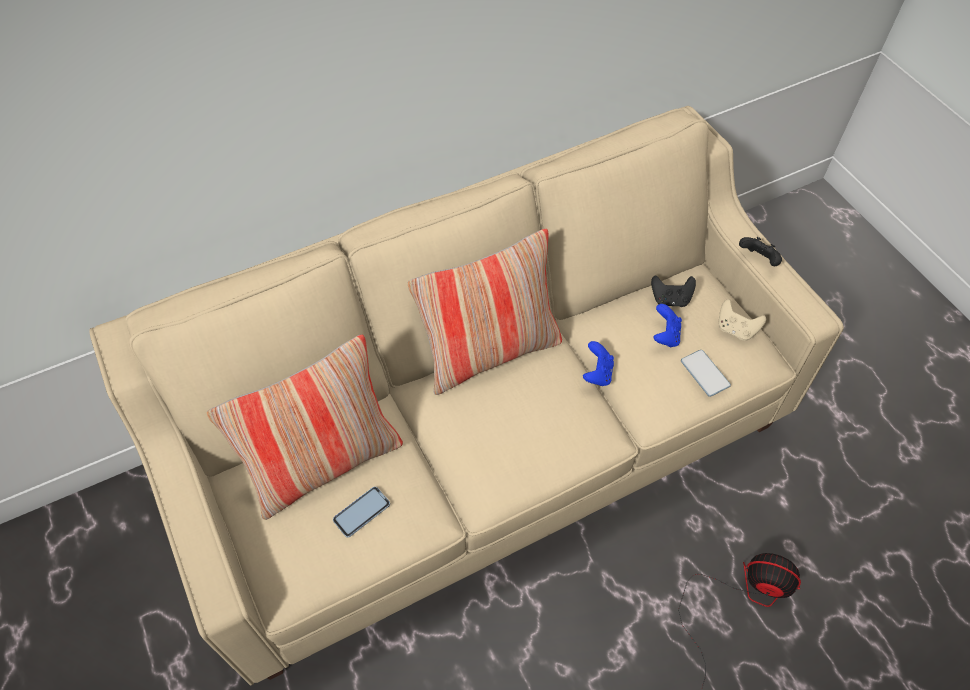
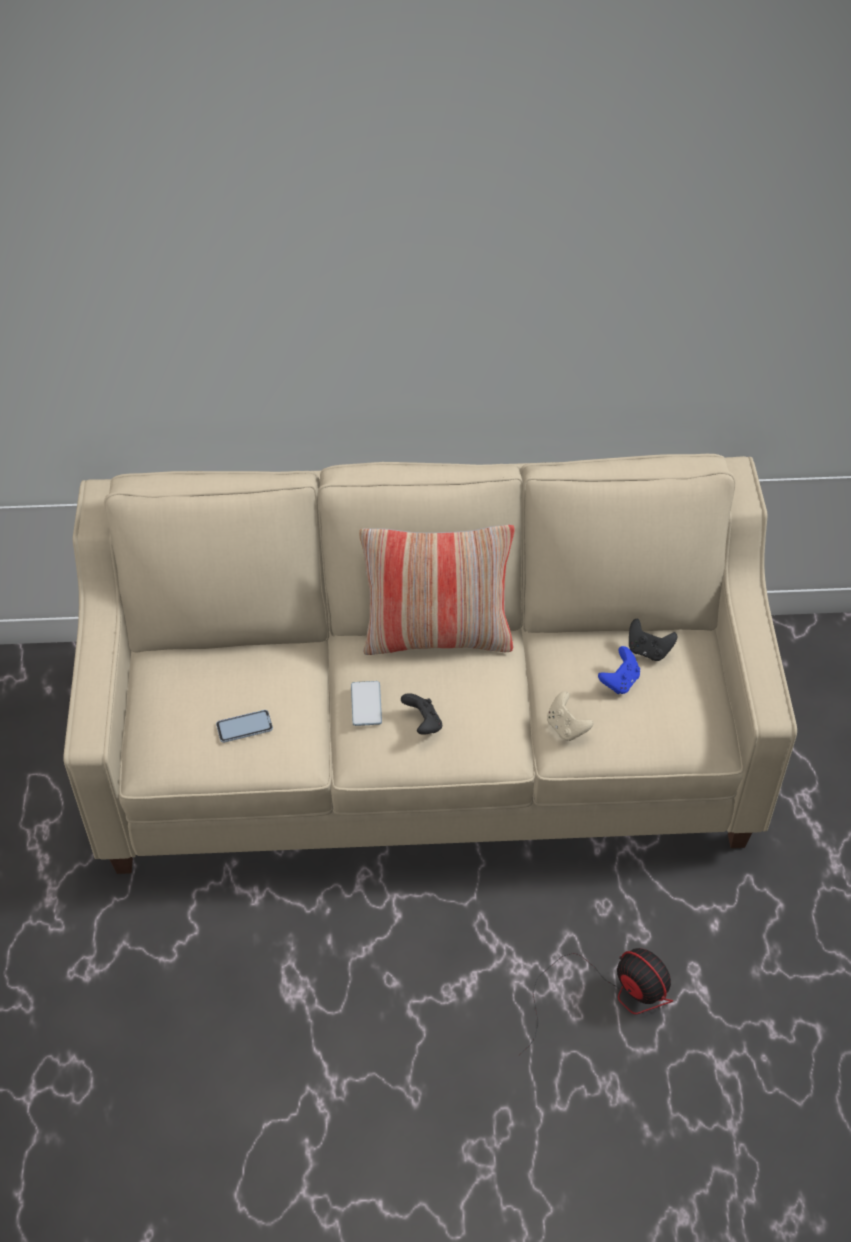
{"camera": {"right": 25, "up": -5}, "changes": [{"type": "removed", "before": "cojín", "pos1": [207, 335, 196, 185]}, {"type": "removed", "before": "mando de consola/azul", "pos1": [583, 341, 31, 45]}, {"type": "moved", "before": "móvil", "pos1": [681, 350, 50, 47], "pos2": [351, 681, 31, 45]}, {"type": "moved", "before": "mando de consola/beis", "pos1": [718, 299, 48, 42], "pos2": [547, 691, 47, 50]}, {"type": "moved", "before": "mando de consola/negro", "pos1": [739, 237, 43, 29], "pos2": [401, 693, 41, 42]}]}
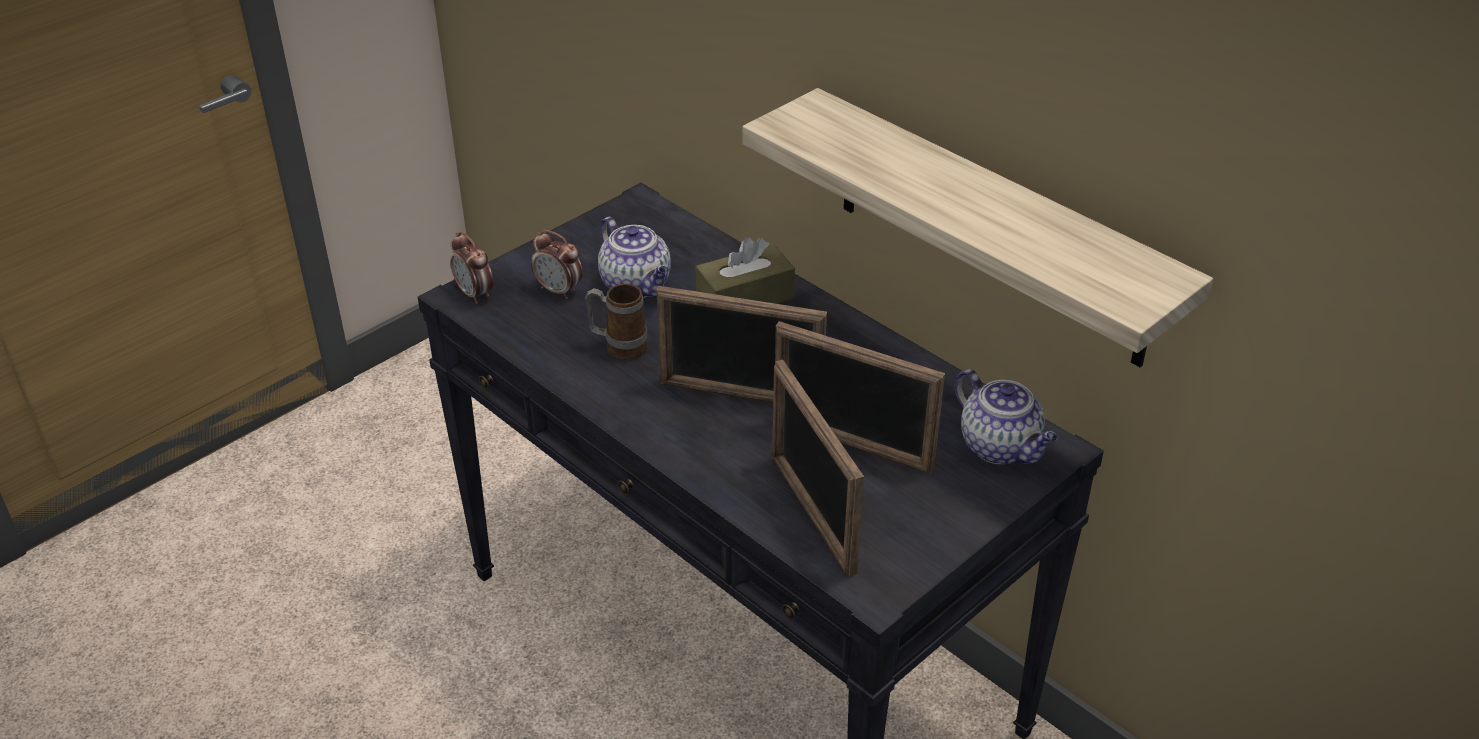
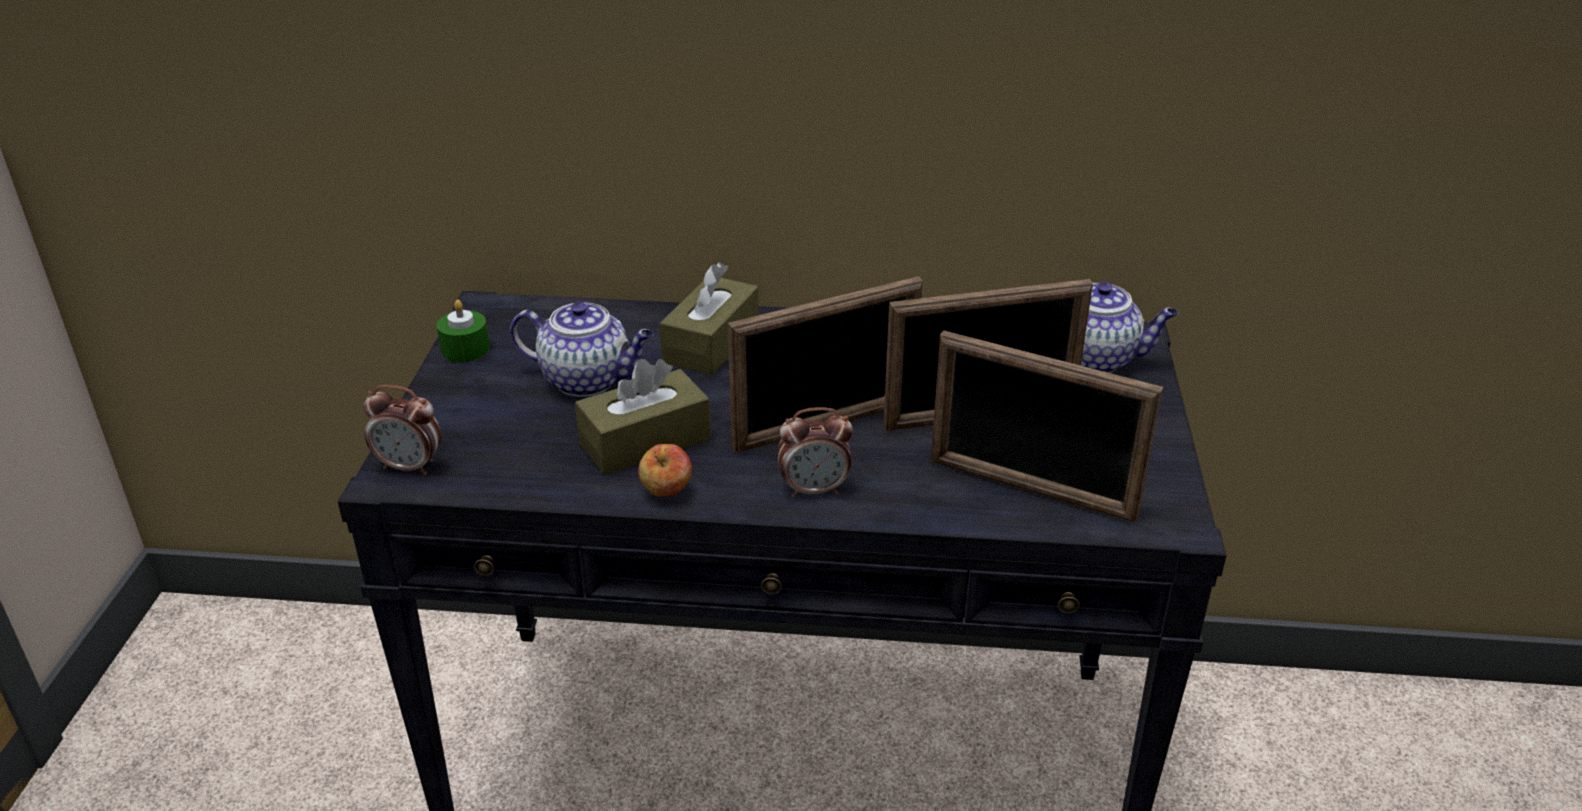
{"camera": {"right": -40, "up": -5}, "changes": [{"type": "removed", "before": "estante", "pos1": [742, 88, 471, 279]}, {"type": "added", "after": "vela/verde", "pos2": [437, 300, 53, 63]}, {"type": "added", "after": "manzana", "pos2": [639, 444, 53, 52]}, {"type": "moved", "before": "despertador", "pos1": [531, 230, 52, 69], "pos2": [778, 407, 75, 91]}, {"type": "replaced", "before": "taza grande", "after": "caja de pañuelos/marrón", "pos1": [585, 284, 62, 75], "pos2": [575, 359, 136, 116]}]}
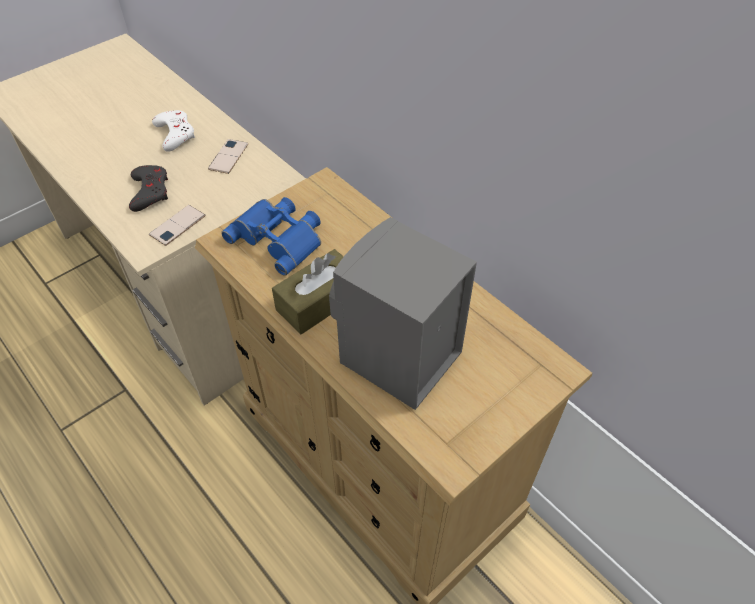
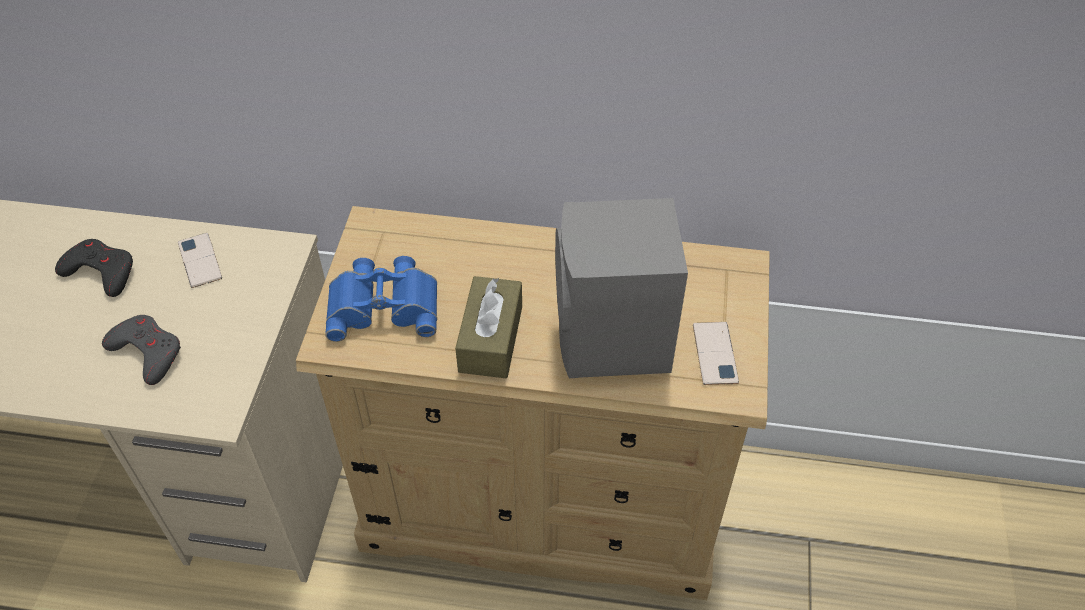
{"camera": {"right": -40, "up": 0}, "changes": [{"type": "moved", "before": "móvil", "pos1": [149, 205, 57, 41], "pos2": [693, 322, 46, 63]}, {"type": "recoloured", "before": "mando de consola/blanco", "after": "mando de consola/negro", "pos1": [152, 110, 43, 42], "pos2": [55, 239, 78, 58]}]}
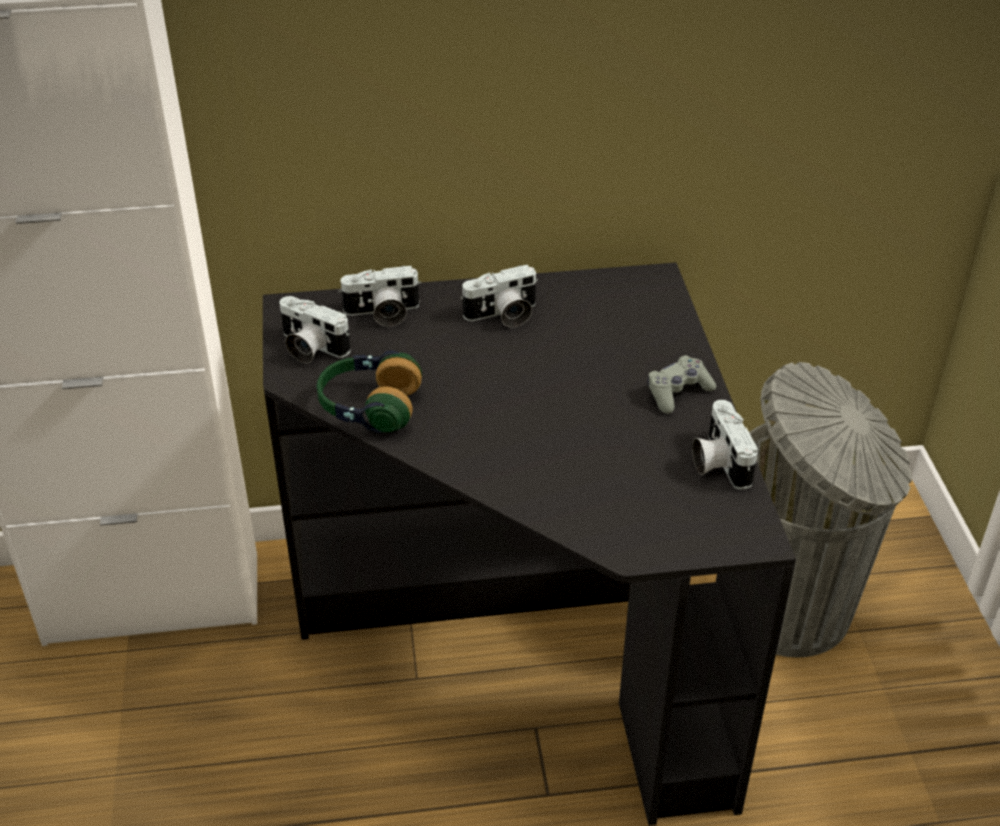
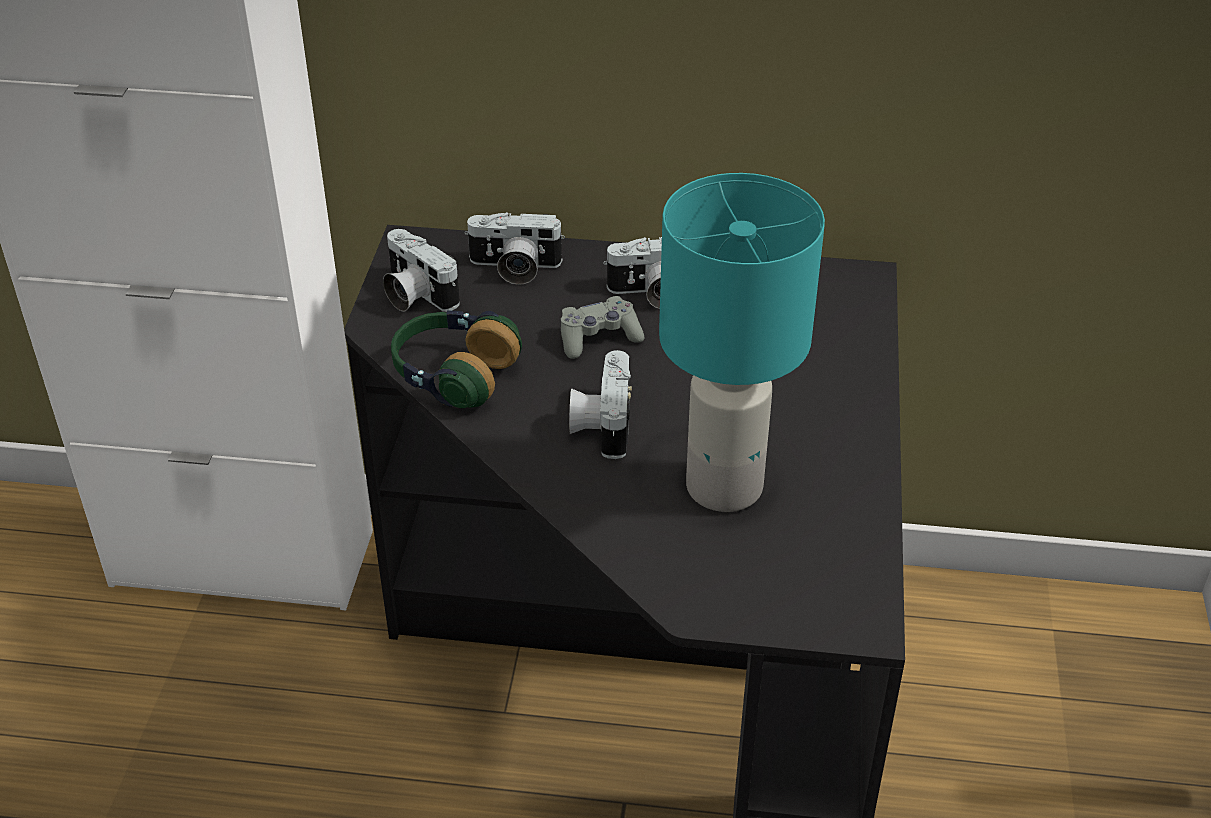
{"camera": {"right": 15, "up": 0}, "changes": [{"type": "removed", "before": "papelera/gris", "pos1": [749, 362, 163, 296]}, {"type": "added", "after": "lámpara de mesa/turquesa", "pos2": [659, 173, 166, 339]}, {"type": "moved", "before": "mando de consola/gris", "pos1": [647, 355, 69, 59], "pos2": [561, 296, 83, 63]}, {"type": "moved", "before": "cámara", "pos1": [692, 400, 67, 89], "pos2": [569, 350, 63, 109]}]}
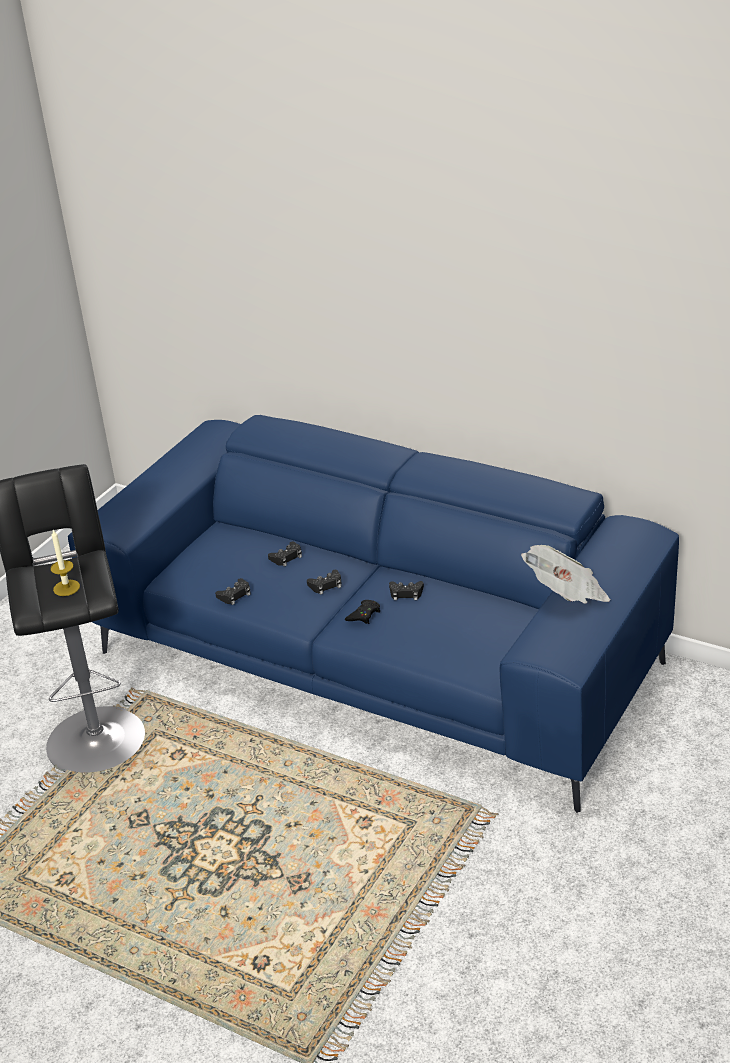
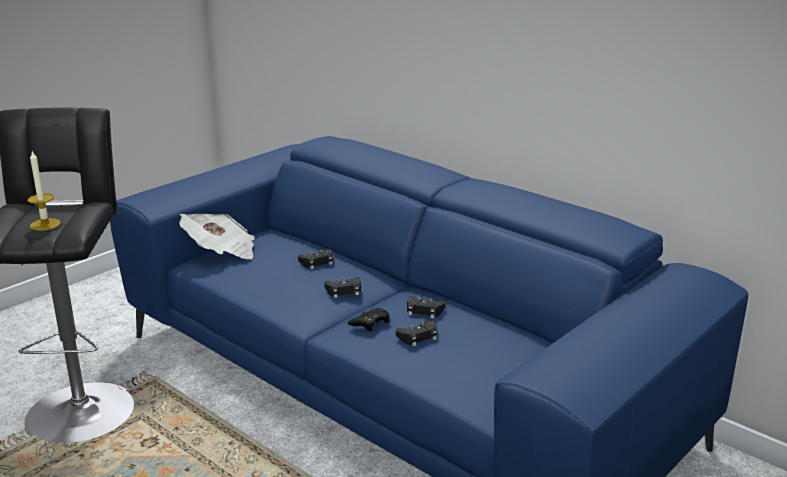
{"camera": {"right": 10, "up": -10}, "changes": [{"type": "moved", "before": "mando de consola/negro", "pos1": [215, 578, 36, 27], "pos2": [396, 320, 41, 27]}, {"type": "moved", "before": "periódico", "pos1": [521, 545, 90, 59], "pos2": [179, 214, 76, 45]}]}
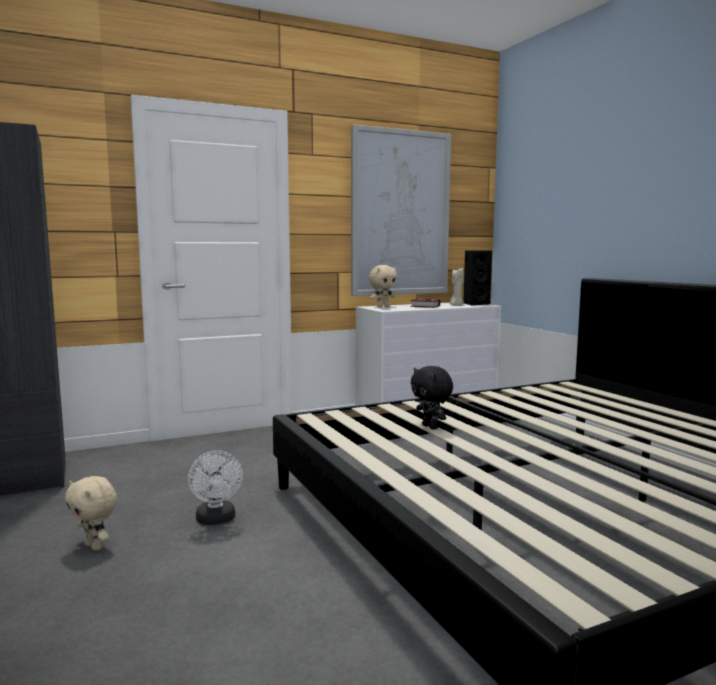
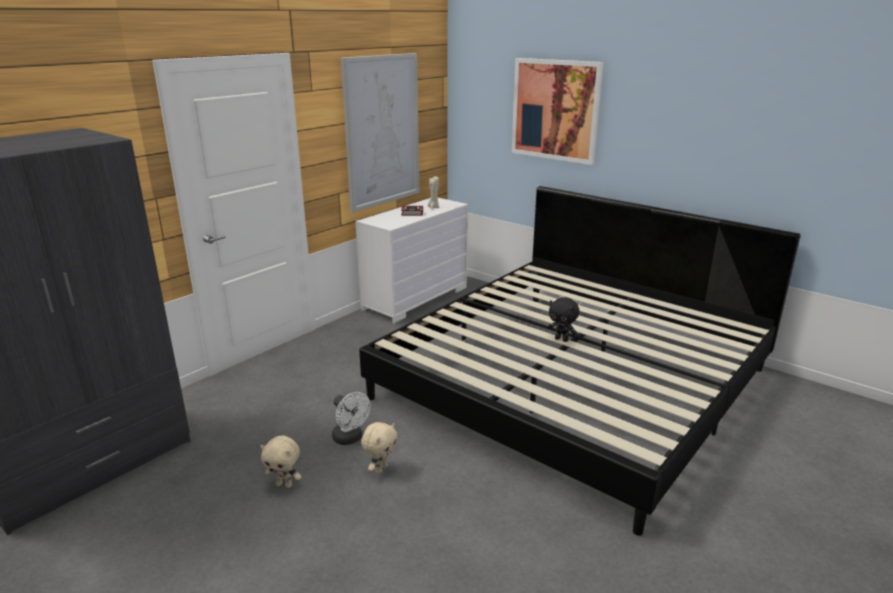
{"camera": {"right": -25, "up": 15}, "changes": [{"type": "removed", "before": "altavoz/negro", "pos1": [464, 251, 28, 54]}, {"type": "added", "after": "cuadro", "pos2": [512, 58, 91, 107]}, {"type": "moved", "before": "peluche/beis", "pos1": [369, 265, 28, 42], "pos2": [361, 422, 37, 52]}, {"type": "moved", "before": "peluche/negro", "pos1": [411, 366, 42, 64], "pos2": [548, 297, 32, 45]}]}
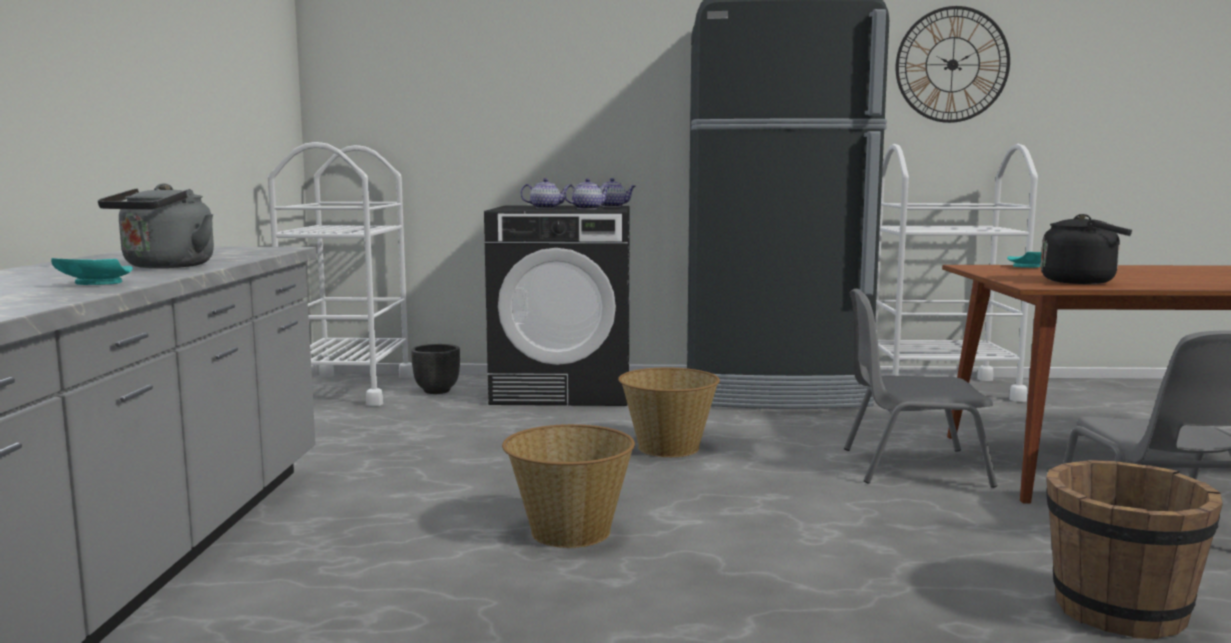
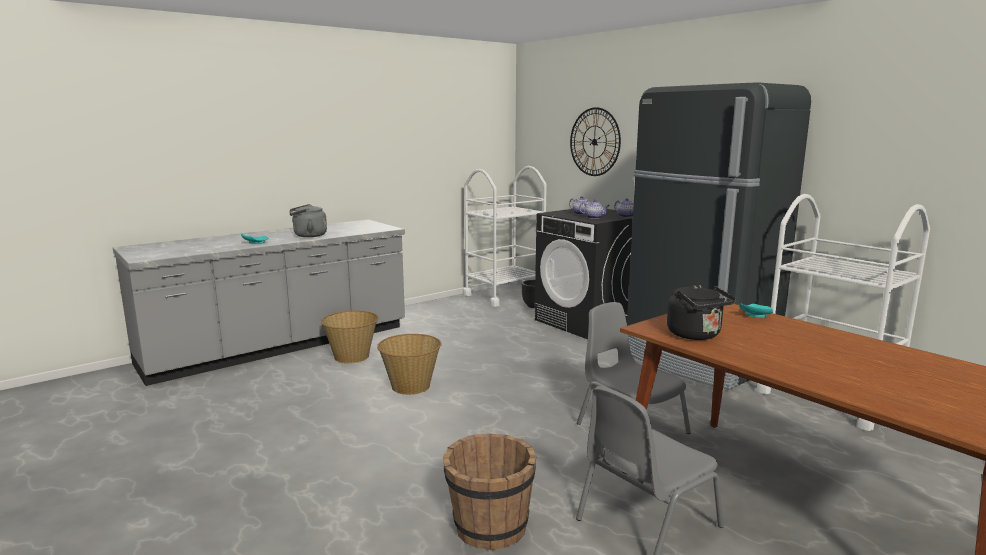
{"camera": {"right": 50, "up": 5}, "changes": [{"type": "moved", "before": "cesta", "pos1": [618, 368, 102, 89], "pos2": [321, 310, 58, 53]}, {"type": "moved", "before": "reloj de pared", "pos1": [896, 6, 114, 117], "pos2": [570, 107, 51, 69]}]}
